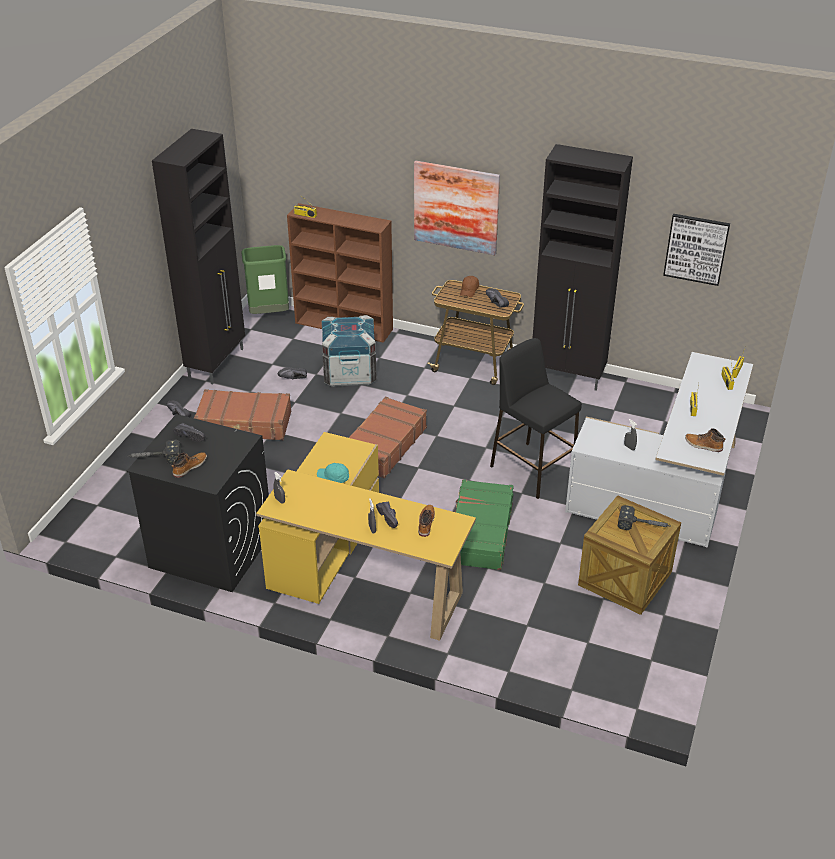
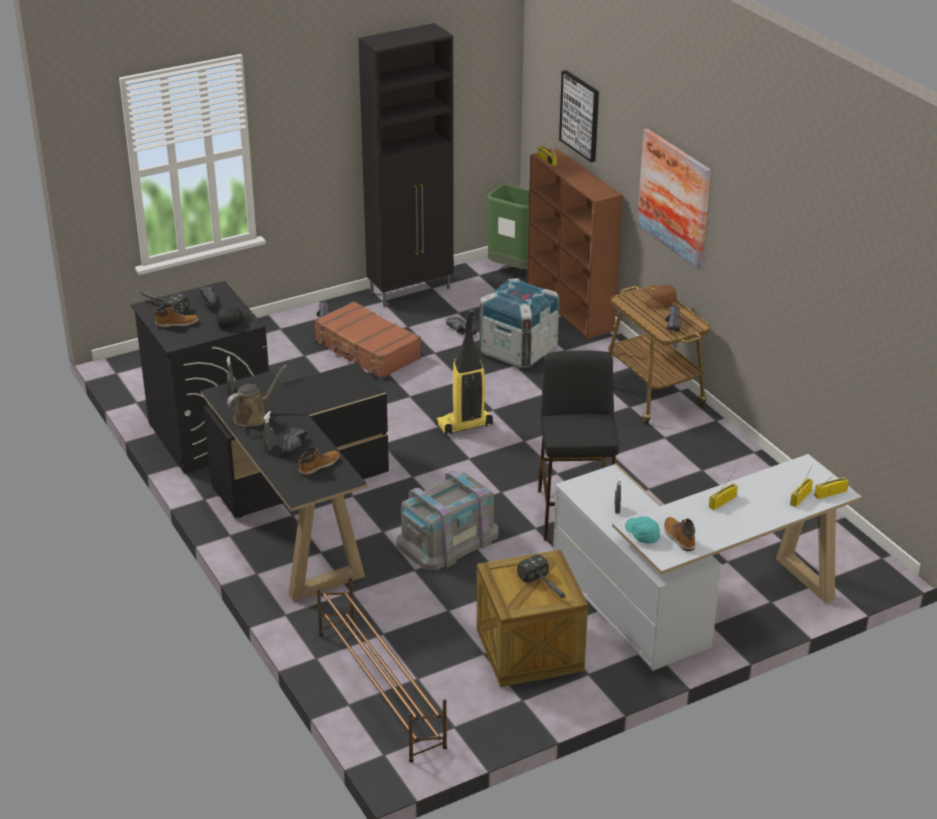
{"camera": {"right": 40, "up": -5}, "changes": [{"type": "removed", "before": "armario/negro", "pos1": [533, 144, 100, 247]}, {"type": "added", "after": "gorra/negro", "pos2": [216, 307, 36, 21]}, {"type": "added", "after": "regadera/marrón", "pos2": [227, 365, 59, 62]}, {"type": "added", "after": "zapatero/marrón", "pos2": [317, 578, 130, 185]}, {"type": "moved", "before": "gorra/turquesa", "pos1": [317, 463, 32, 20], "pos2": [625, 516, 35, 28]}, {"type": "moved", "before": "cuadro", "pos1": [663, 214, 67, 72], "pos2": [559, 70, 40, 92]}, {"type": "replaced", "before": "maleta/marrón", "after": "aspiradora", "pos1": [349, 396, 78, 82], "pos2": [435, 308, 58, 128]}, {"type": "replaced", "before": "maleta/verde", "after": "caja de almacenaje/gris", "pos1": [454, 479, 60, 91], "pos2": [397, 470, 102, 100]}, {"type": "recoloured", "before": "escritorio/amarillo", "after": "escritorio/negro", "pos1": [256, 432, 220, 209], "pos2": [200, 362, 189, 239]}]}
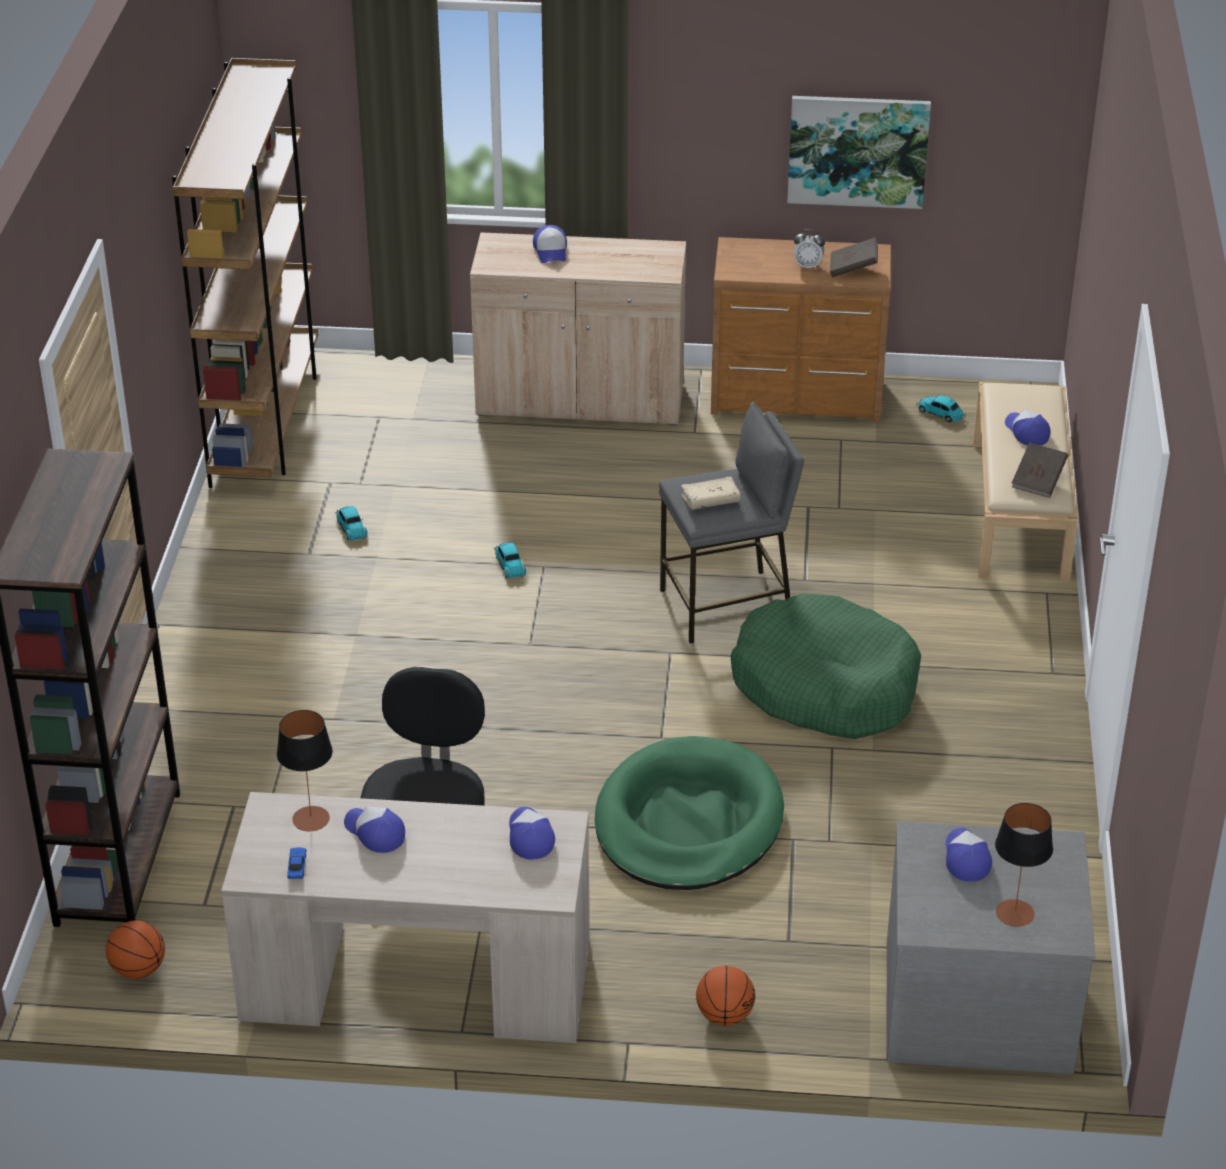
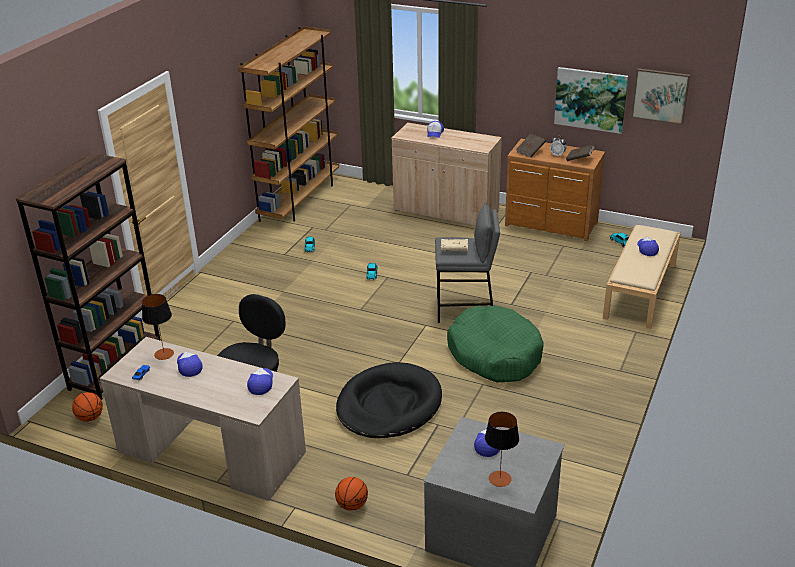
{"camera": {"right": 20, "up": -5}, "changes": [{"type": "added", "after": "cuadro", "pos2": [631, 68, 59, 57]}, {"type": "moved", "before": "libro/marrón", "pos1": [1012, 442, 56, 56], "pos2": [516, 134, 30, 23]}, {"type": "recoloured", "before": "cama para perro/verde", "after": "cama para perro/negro", "pos1": [595, 736, 189, 154], "pos2": [336, 362, 106, 76]}]}
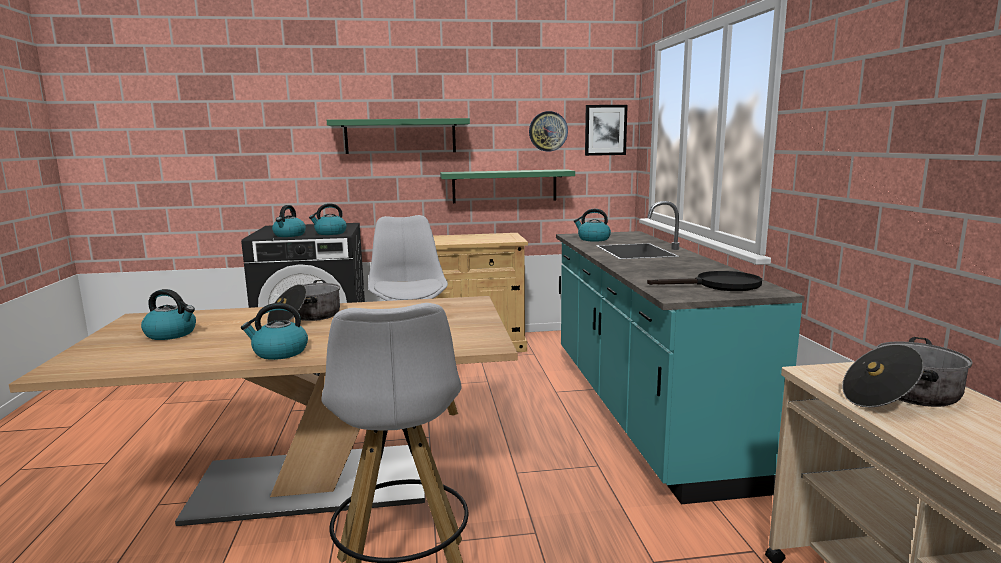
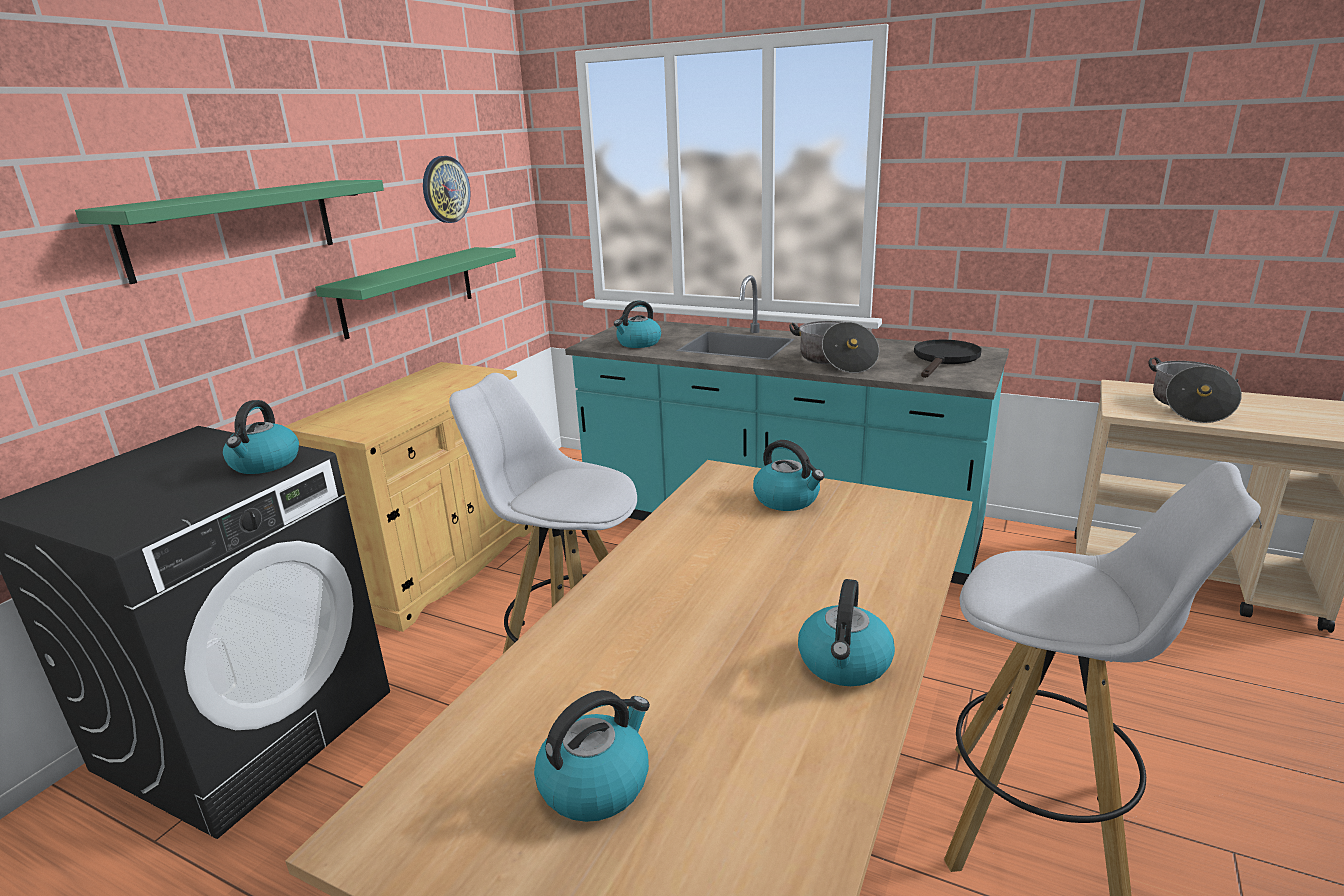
{"camera": {"right": -55, "up": 10}, "changes": [{"type": "removed", "before": "cuadro", "pos1": [585, 105, 43, 51]}, {"type": "moved", "before": "olla", "pos1": [267, 280, 73, 43], "pos2": [789, 321, 90, 52]}, {"type": "moved", "before": "hervidor", "pos1": [272, 205, 34, 32], "pos2": [753, 440, 72, 71]}]}
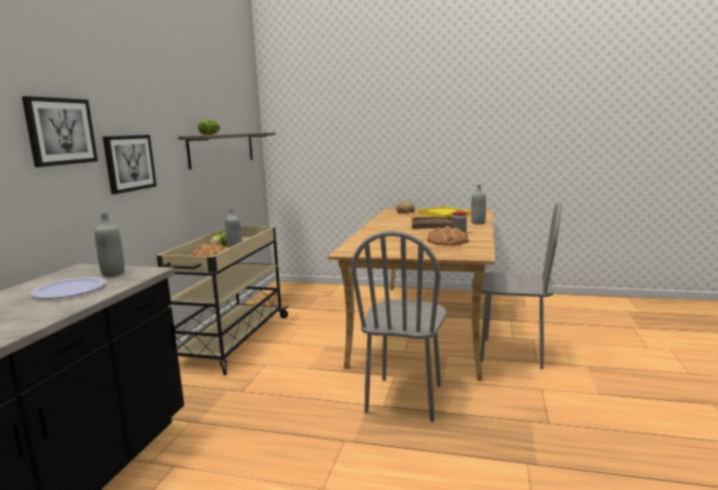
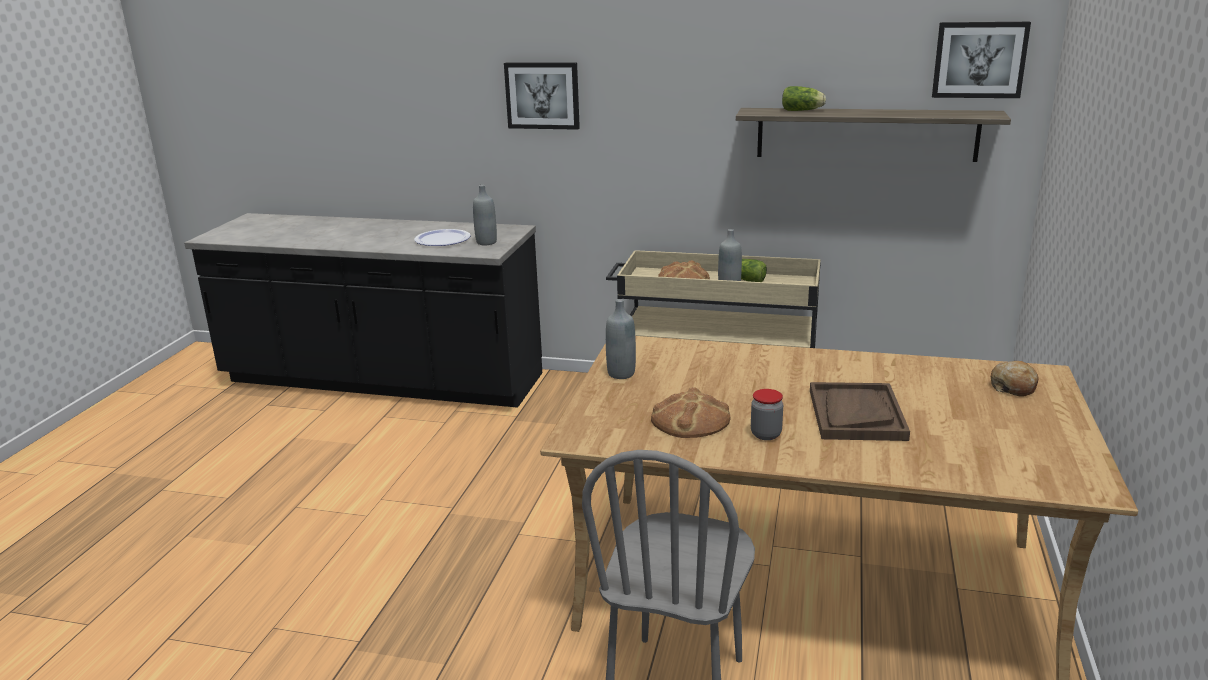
{"camera": {"right": 90, "up": 10}, "changes": [{"type": "removed", "before": "silla/gris", "pos1": [351, 231, 95, 191]}, {"type": "removed", "before": "bandeja/amarillo", "pos1": [418, 206, 52, 11]}, {"type": "moved", "before": "cuadro", "pos1": [103, 135, 54, 59], "pos2": [932, 22, 99, 76]}, {"type": "moved", "before": "botella/gris", "pos1": [471, 184, 15, 41], "pos2": [606, 299, 30, 80]}]}
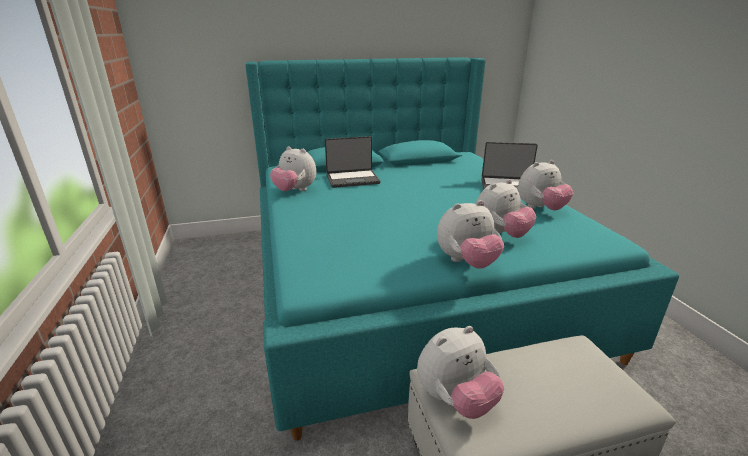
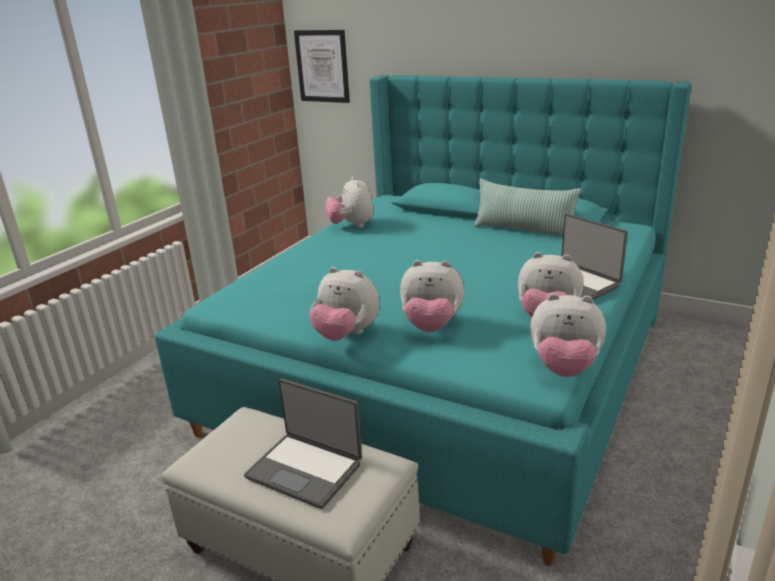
{"camera": {"right": 45, "up": 0}, "changes": [{"type": "added", "after": "cuadro", "pos2": [294, 30, 56, 73]}, {"type": "added", "after": "cojín", "pos2": [473, 179, 109, 58]}, {"type": "moved", "before": "portátil", "pos1": [325, 136, 55, 52], "pos2": [244, 379, 118, 130]}, {"type": "moved", "before": "peluche", "pos1": [417, 326, 87, 93], "pos2": [530, 293, 76, 84]}]}
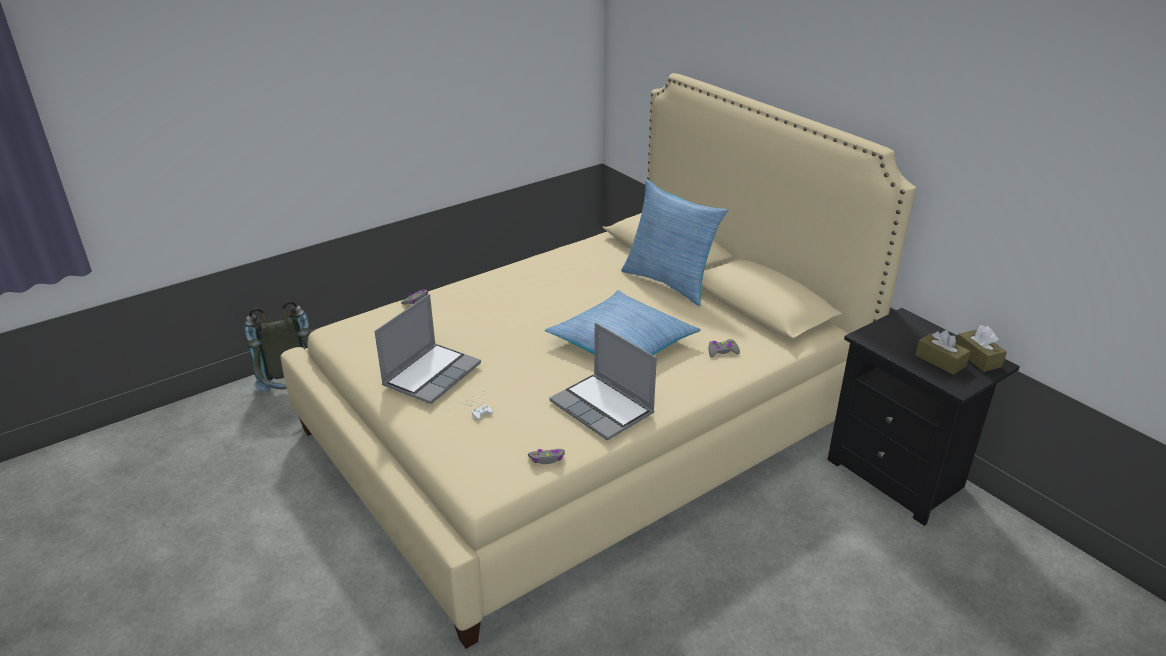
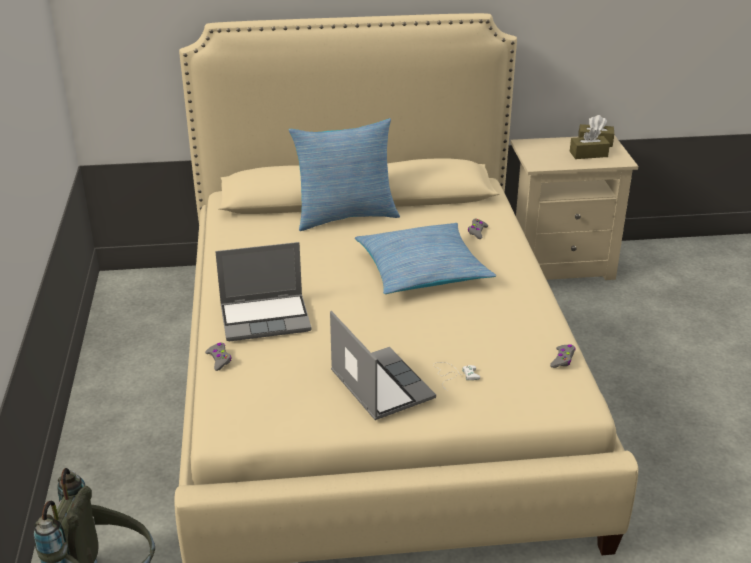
{"camera": {"right": -60, "up": 0}, "changes": [{"type": "moved", "before": "portátil", "pos1": [549, 323, 108, 117], "pos2": [215, 242, 97, 99]}, {"type": "recoloured", "before": "mesita de noche/negro", "after": "mesita de noche/beis", "pos1": [827, 308, 193, 218], "pos2": [510, 135, 128, 145]}]}
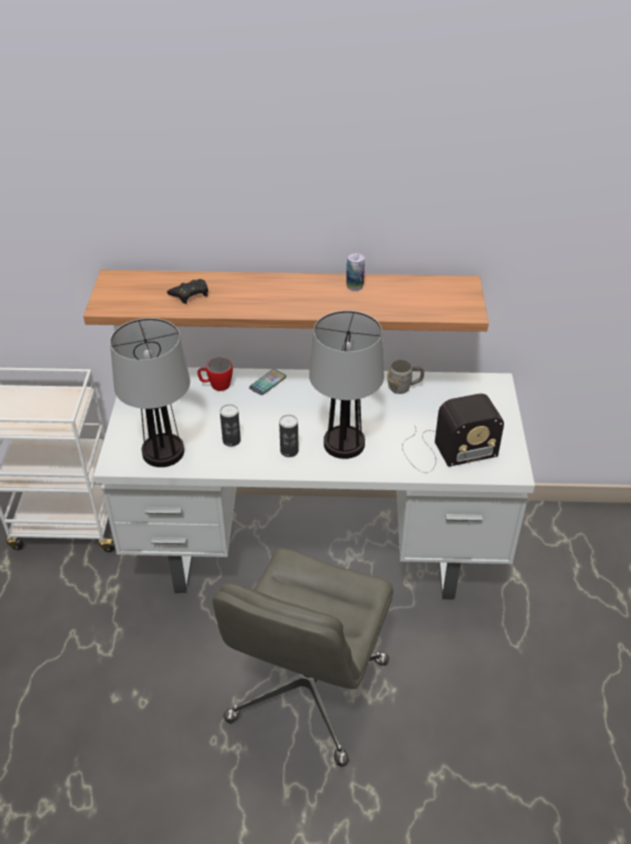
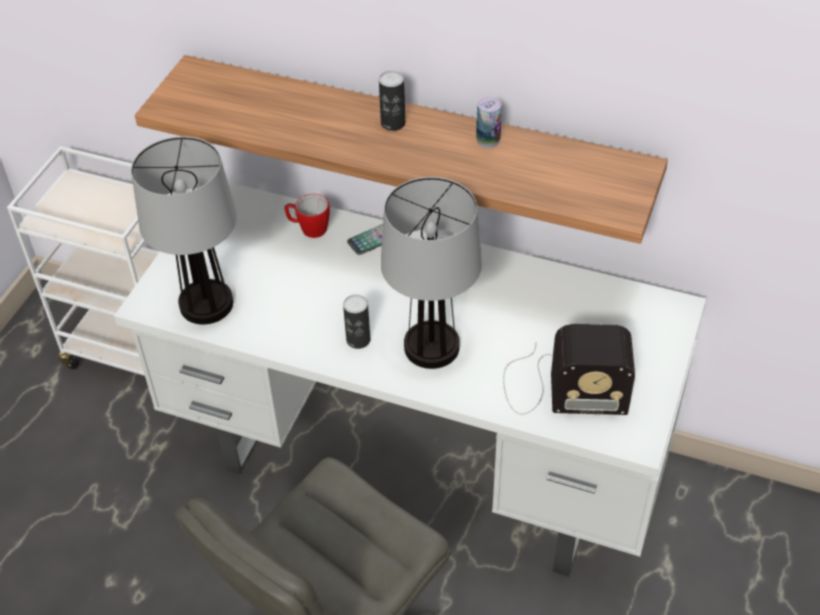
{"camera": {"right": 20, "up": 5}, "changes": [{"type": "removed", "before": "mando de consola/negro", "pos1": [167, 279, 41, 25]}, {"type": "removed", "before": "taza grande/gris", "pos1": [387, 359, 37, 35]}, {"type": "moved", "before": "lata", "pos1": [220, 404, 21, 43], "pos2": [379, 71, 26, 60]}]}
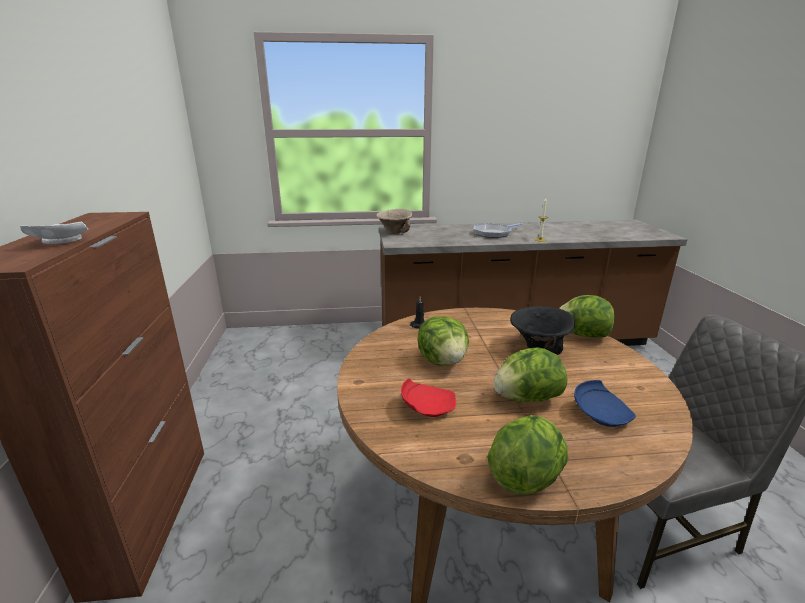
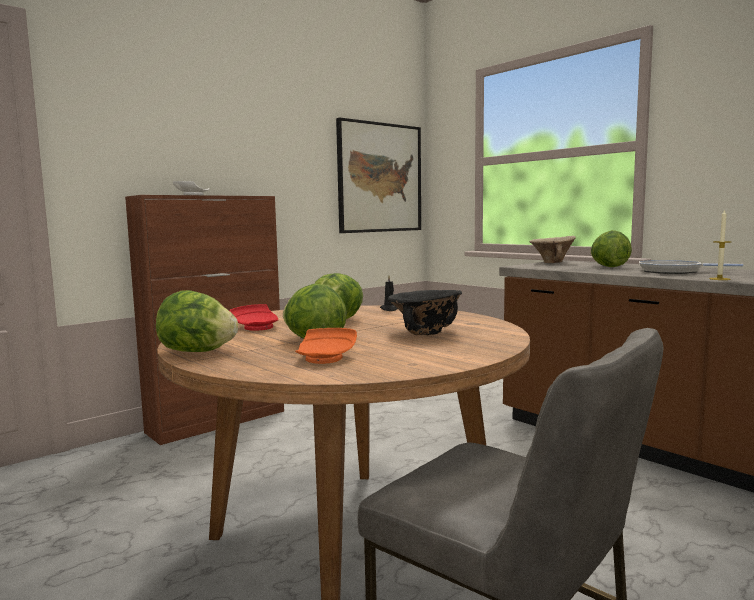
{"camera": {"right": 55, "up": -15}, "changes": [{"type": "added", "after": "cuadro", "pos2": [336, 117, 85, 116]}, {"type": "moved", "before": "lechuga", "pos1": [559, 295, 55, 43], "pos2": [591, 230, 41, 37]}, {"type": "recoloured", "before": "plato/azul", "after": "plato/naranja", "pos1": [574, 380, 62, 47], "pos2": [295, 328, 62, 36]}]}
